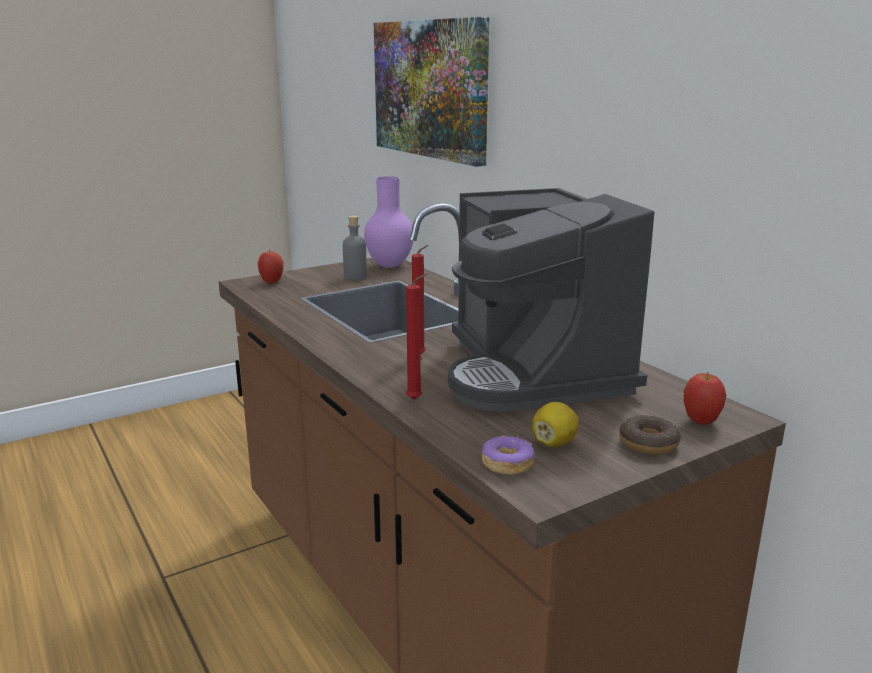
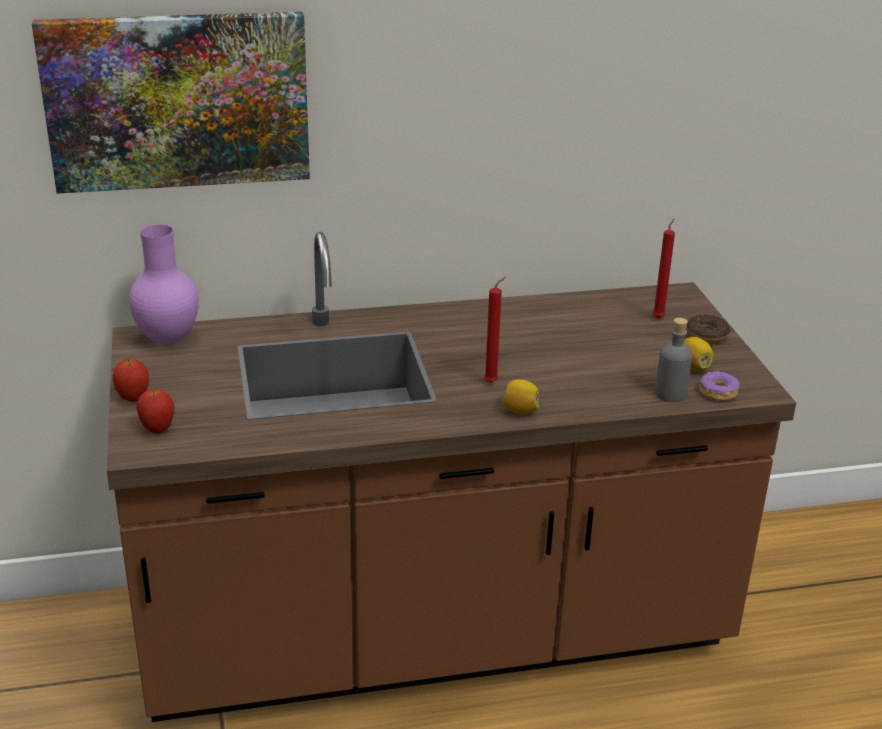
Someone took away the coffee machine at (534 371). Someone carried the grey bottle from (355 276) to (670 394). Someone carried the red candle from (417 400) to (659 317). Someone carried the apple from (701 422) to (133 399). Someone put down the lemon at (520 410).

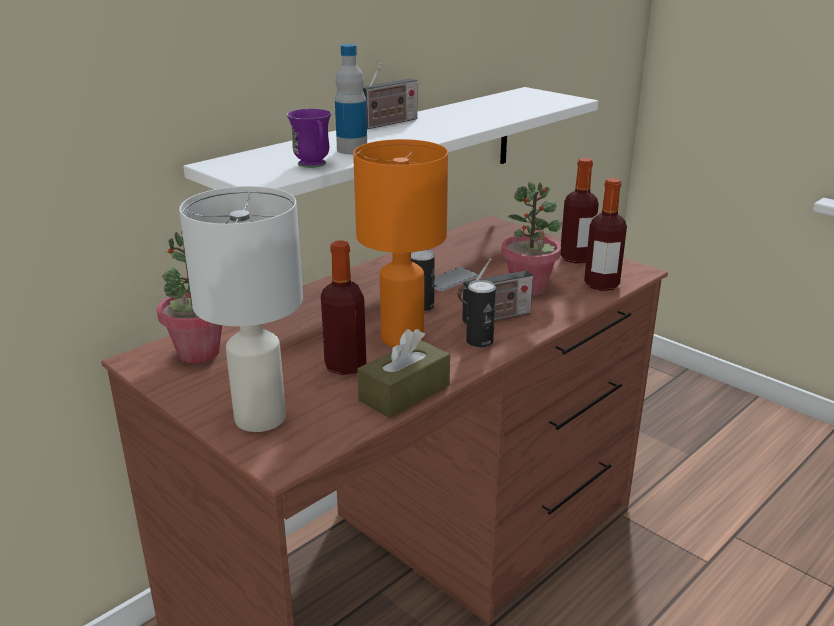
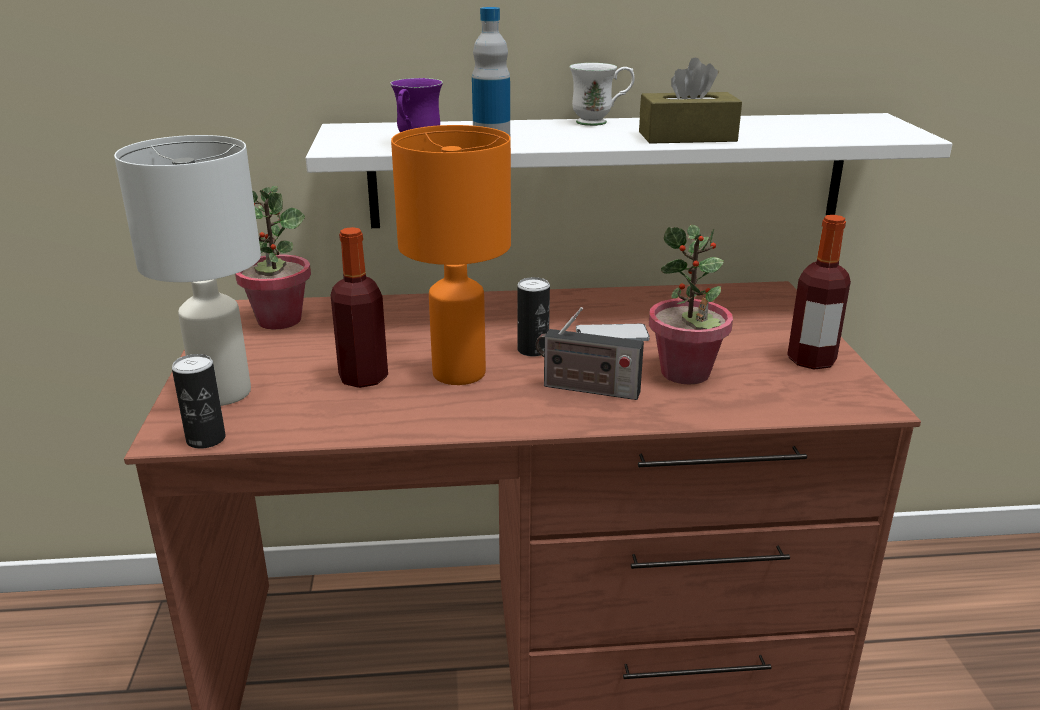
Someone swapped the radio at (387 123) for the white mug at (600 122). Someone took away the bottle at (601 285). Someone carried the can from (479 341) to (206 439). Someone carried the brown tissue box from (404 393) to (687 137).

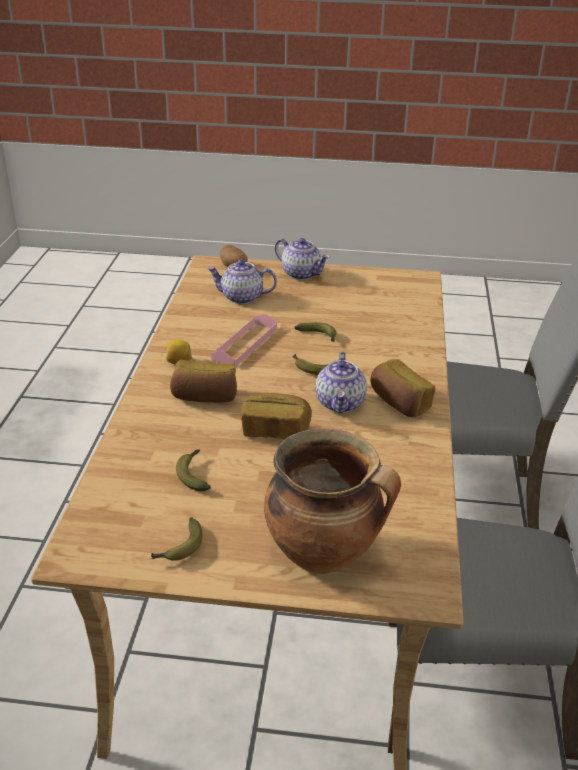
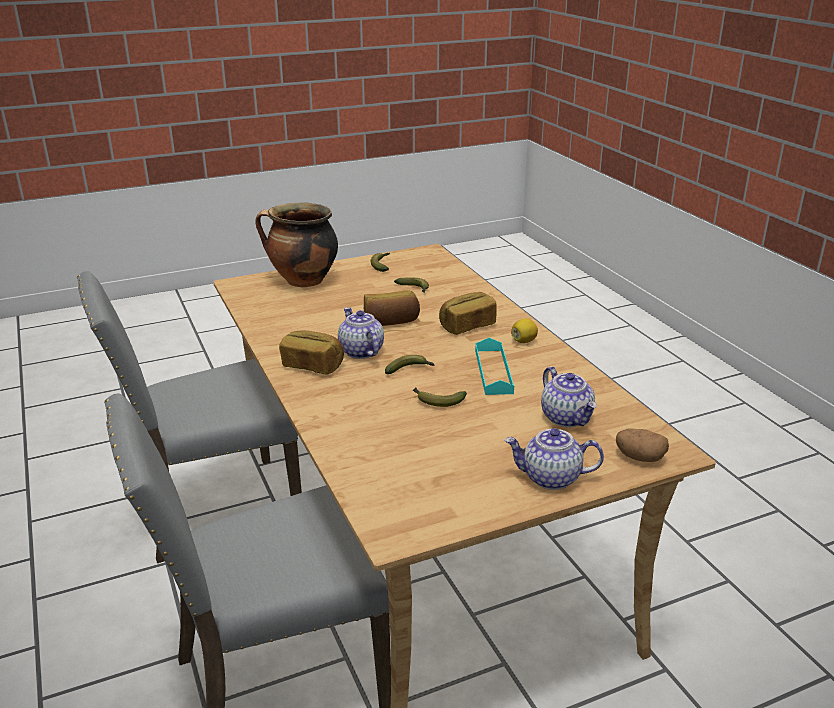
Someone rotated the teapot at (241 298) by 90 degrees clockwise. Someone repainted the pink tray at (245 344), which became the turquoise tray at (493 371).

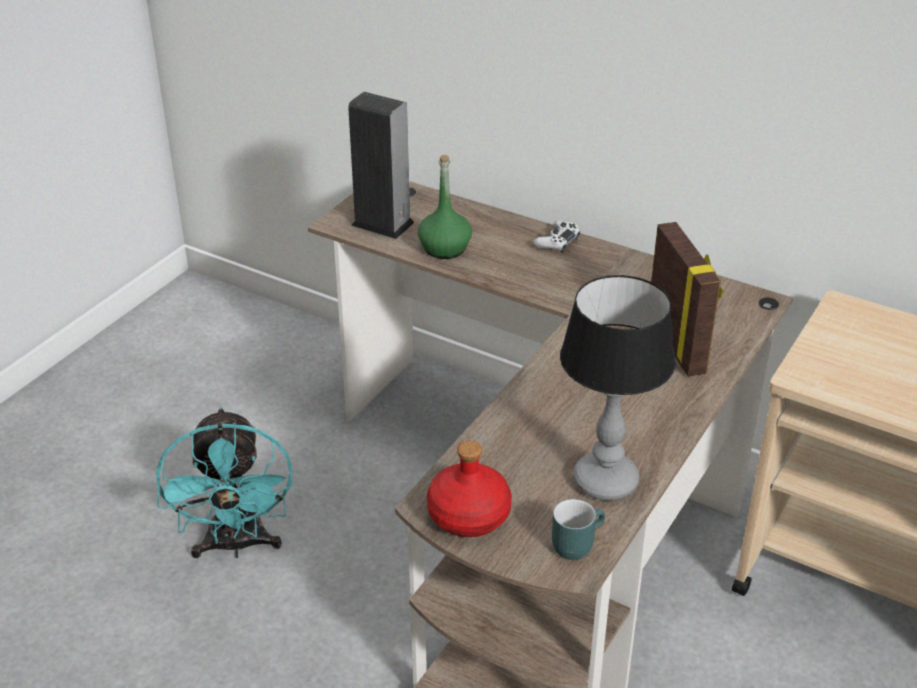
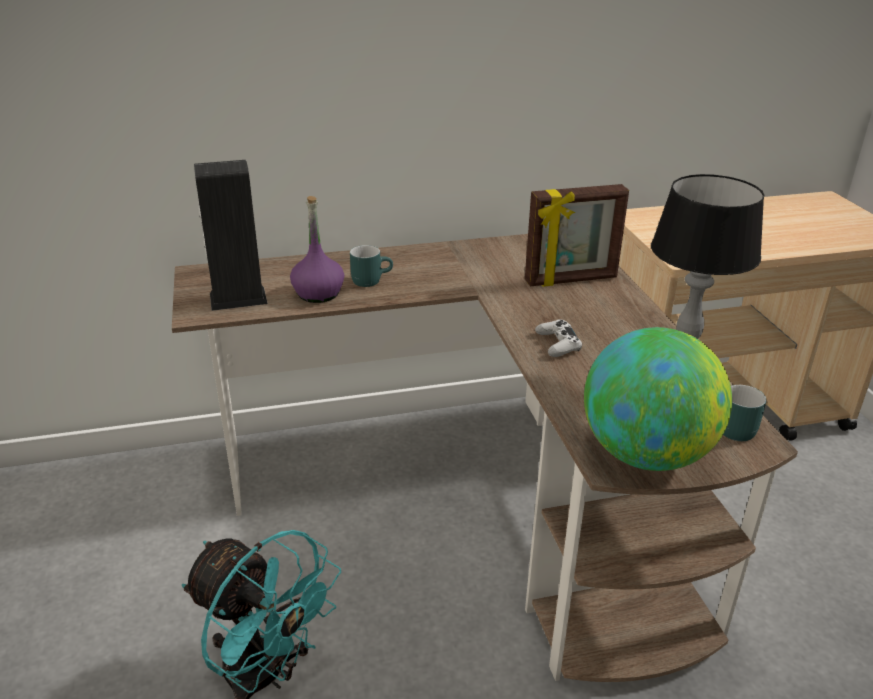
Someone repainted the green bottle at (445 248), which became the purple bottle at (318 293). Someone carried the white game controller from (557 242) to (558 344). Someone rotated the picture frame at (677 344) by 135 degrees clockwise. Someone swapped the red bottle at (469 514) for the globe at (646 454). Someone put down the turquoise mug at (370 280).

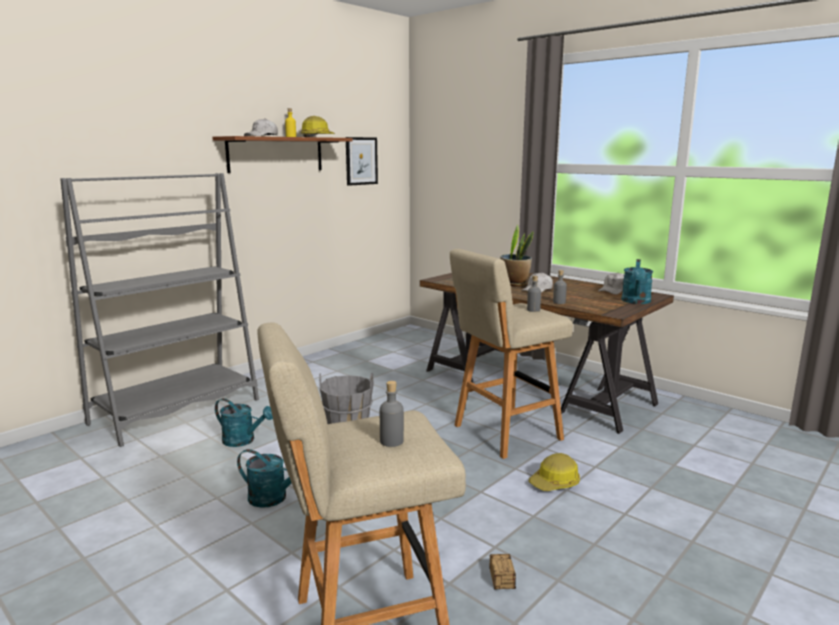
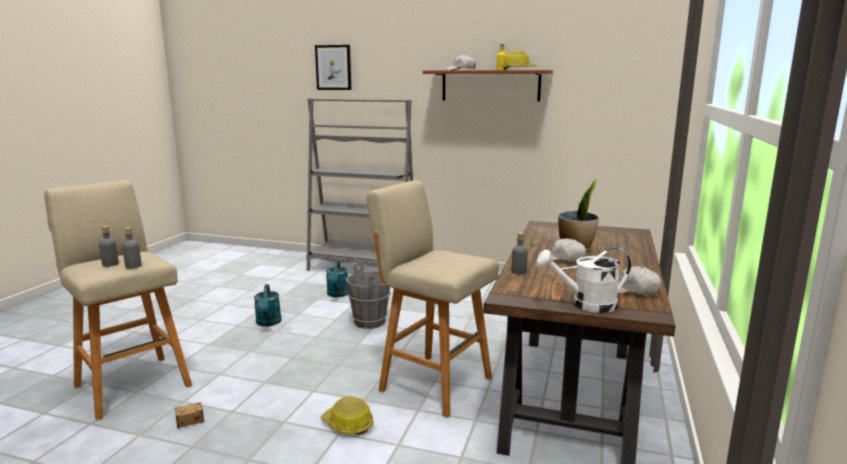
Someone carried the picture from (361 161) to (333 67). Someone repainted the turquoise watering can at (636 302), which became the white watering can at (586 305). Someone carried the grey bottle from (533 310) to (133 266).

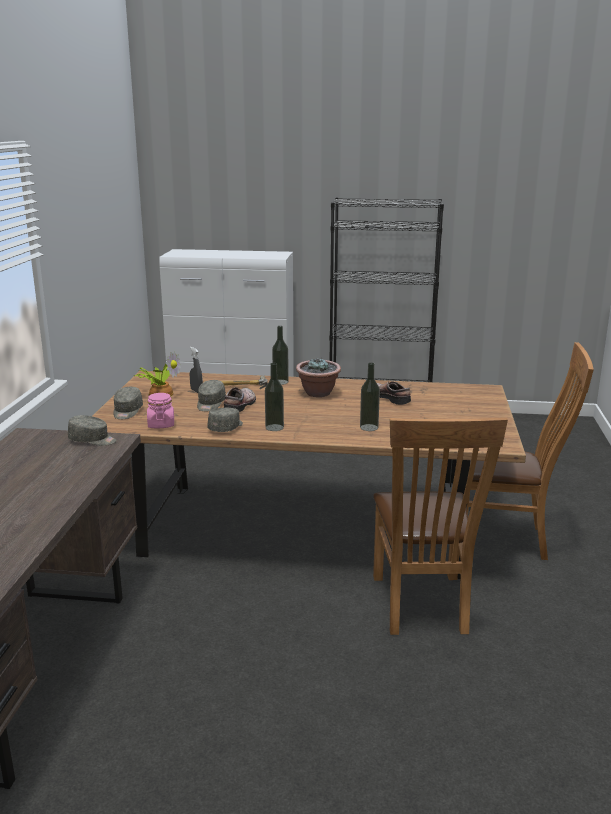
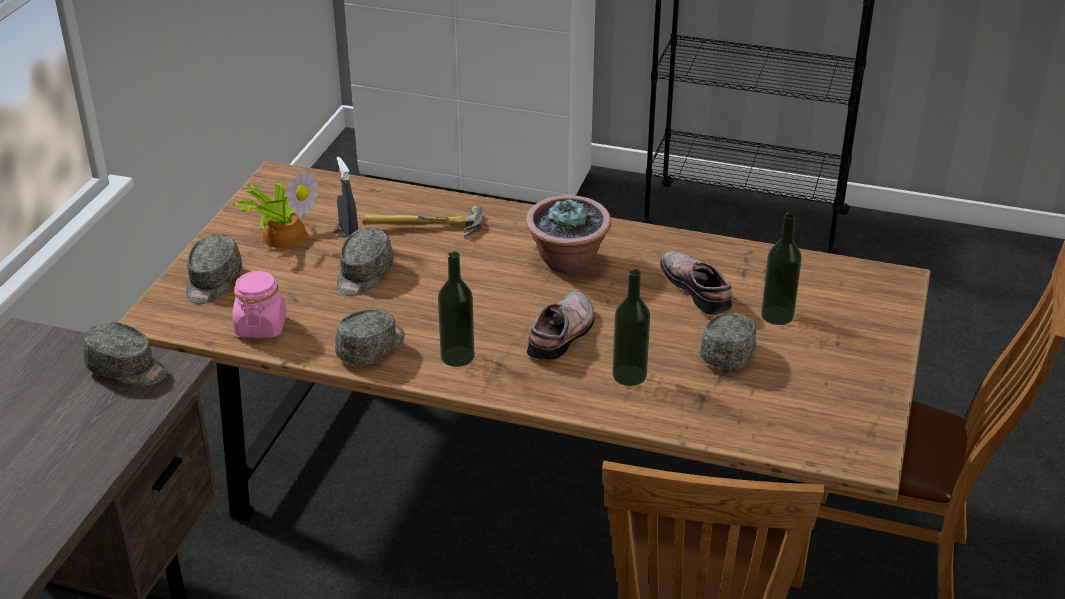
Someone carried the bottle from (280 382) to (777 315). Someone carried the shoe from (241 405) to (563 334). Someone put down the grey cap at (730 351).

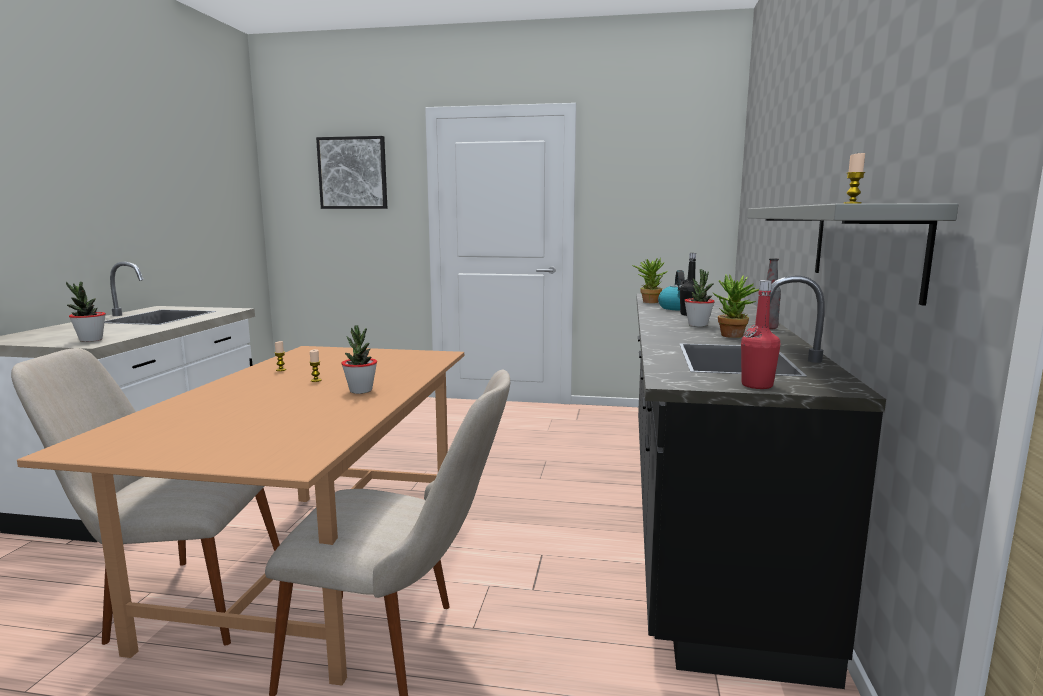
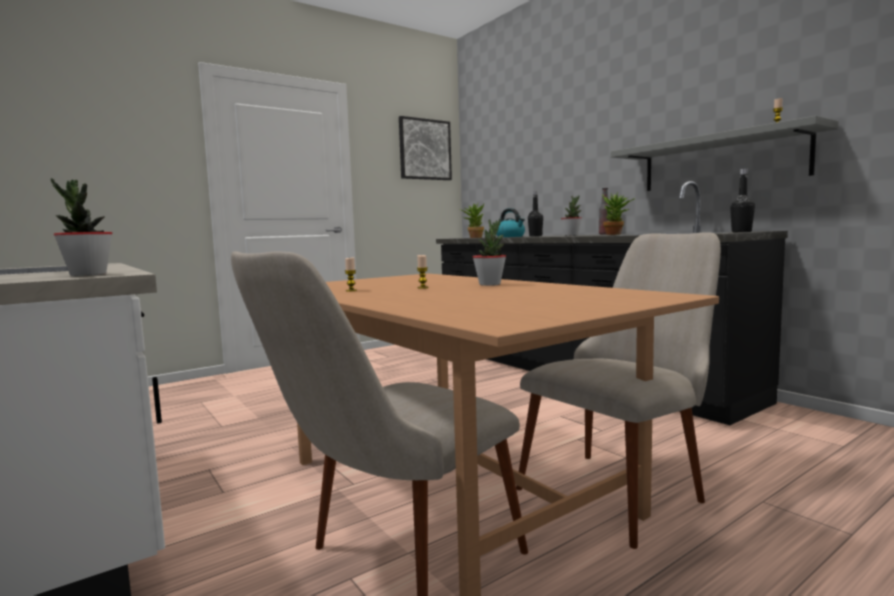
Someone carried the picture from (353 173) to (425 149). Someone repainted the red bottle at (757 385), which became the black bottle at (741 232).

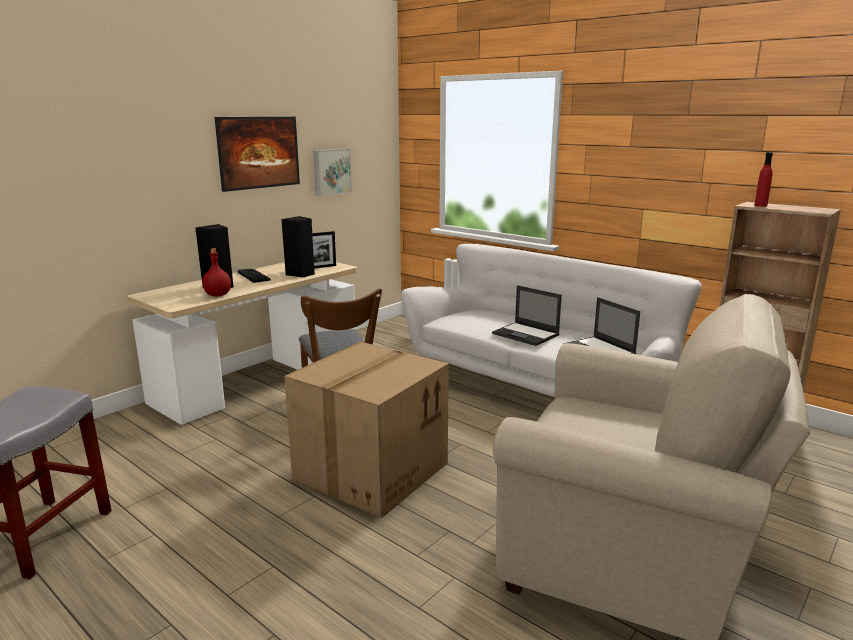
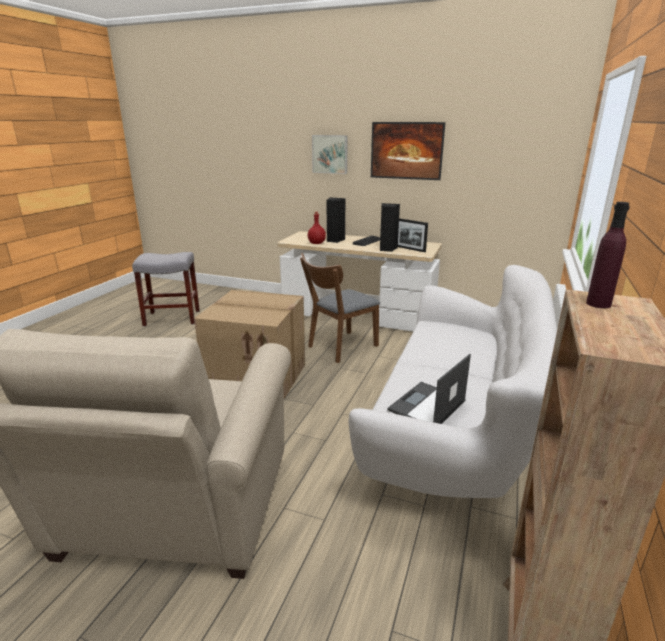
Someone carried the picture from (331 171) to (330 154). Someone repainted the red bottle at (760 205), which became the purple bottle at (598 304). Someone took away the laptop at (526 334).

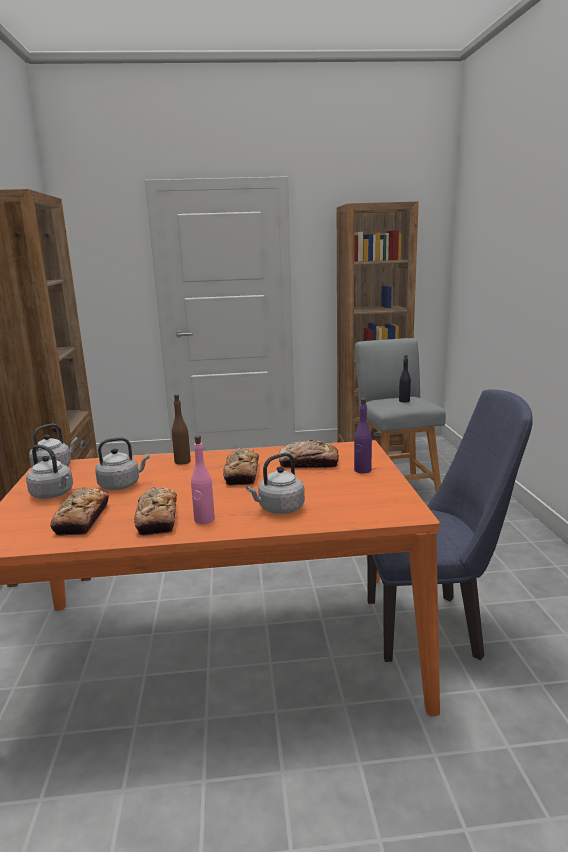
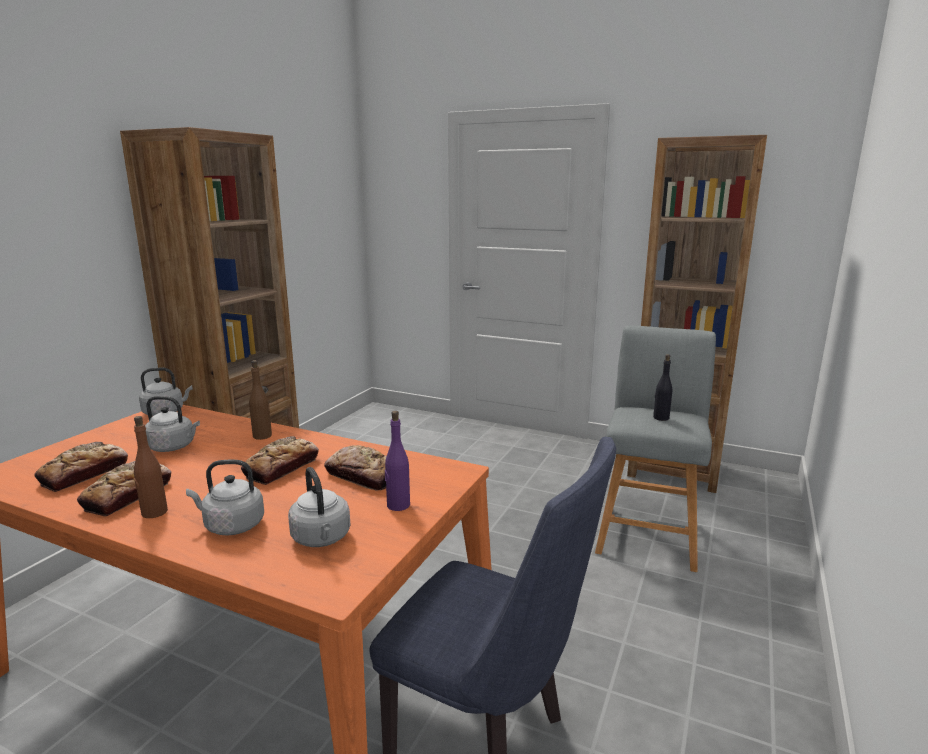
Someone repainted the pink bottle at (204 519), which became the brown bottle at (154 512). Someone carried the grey kettle from (53 494) to (322 539).

